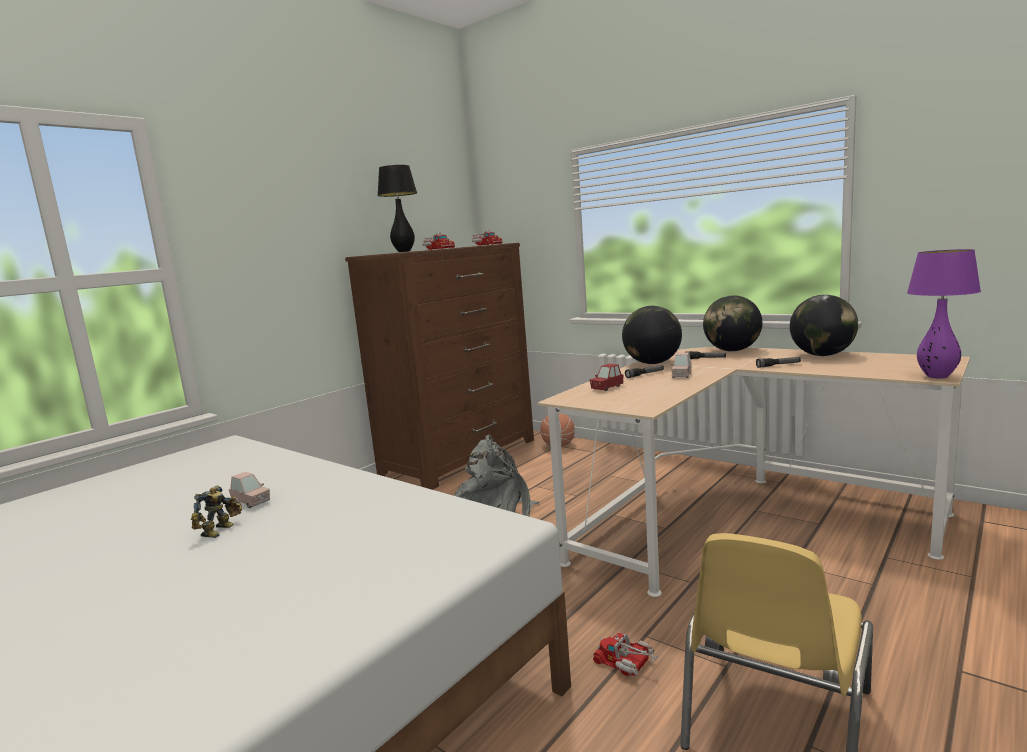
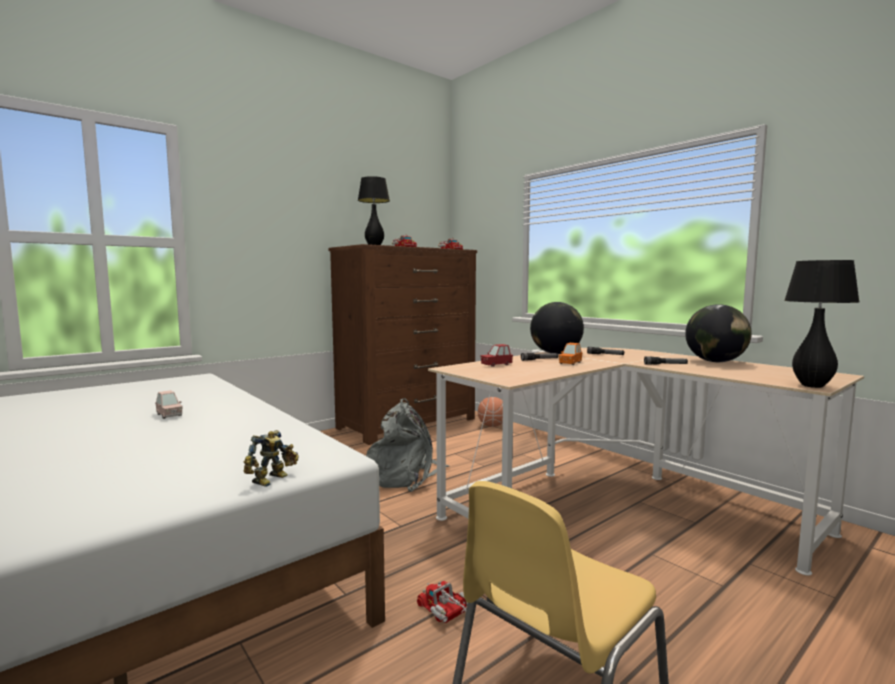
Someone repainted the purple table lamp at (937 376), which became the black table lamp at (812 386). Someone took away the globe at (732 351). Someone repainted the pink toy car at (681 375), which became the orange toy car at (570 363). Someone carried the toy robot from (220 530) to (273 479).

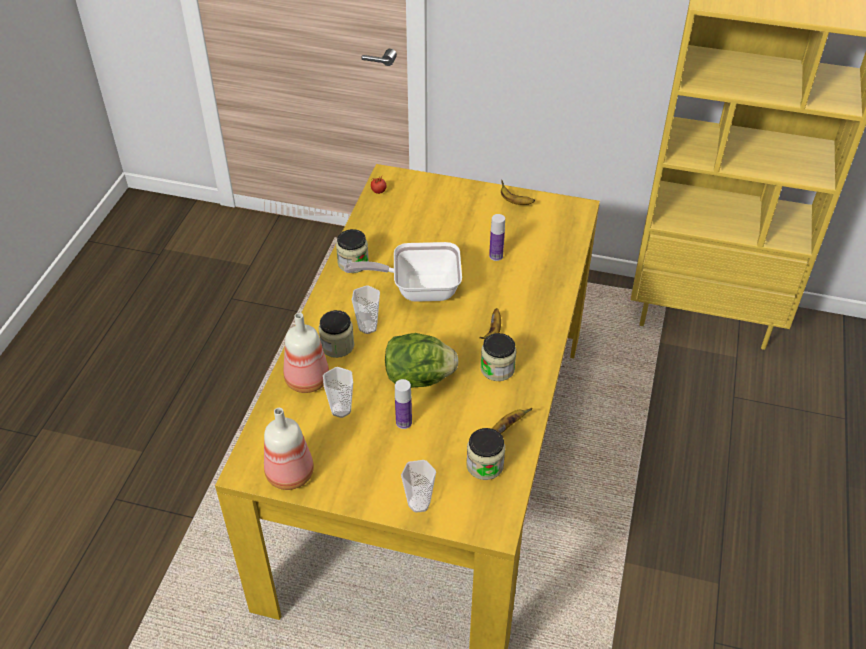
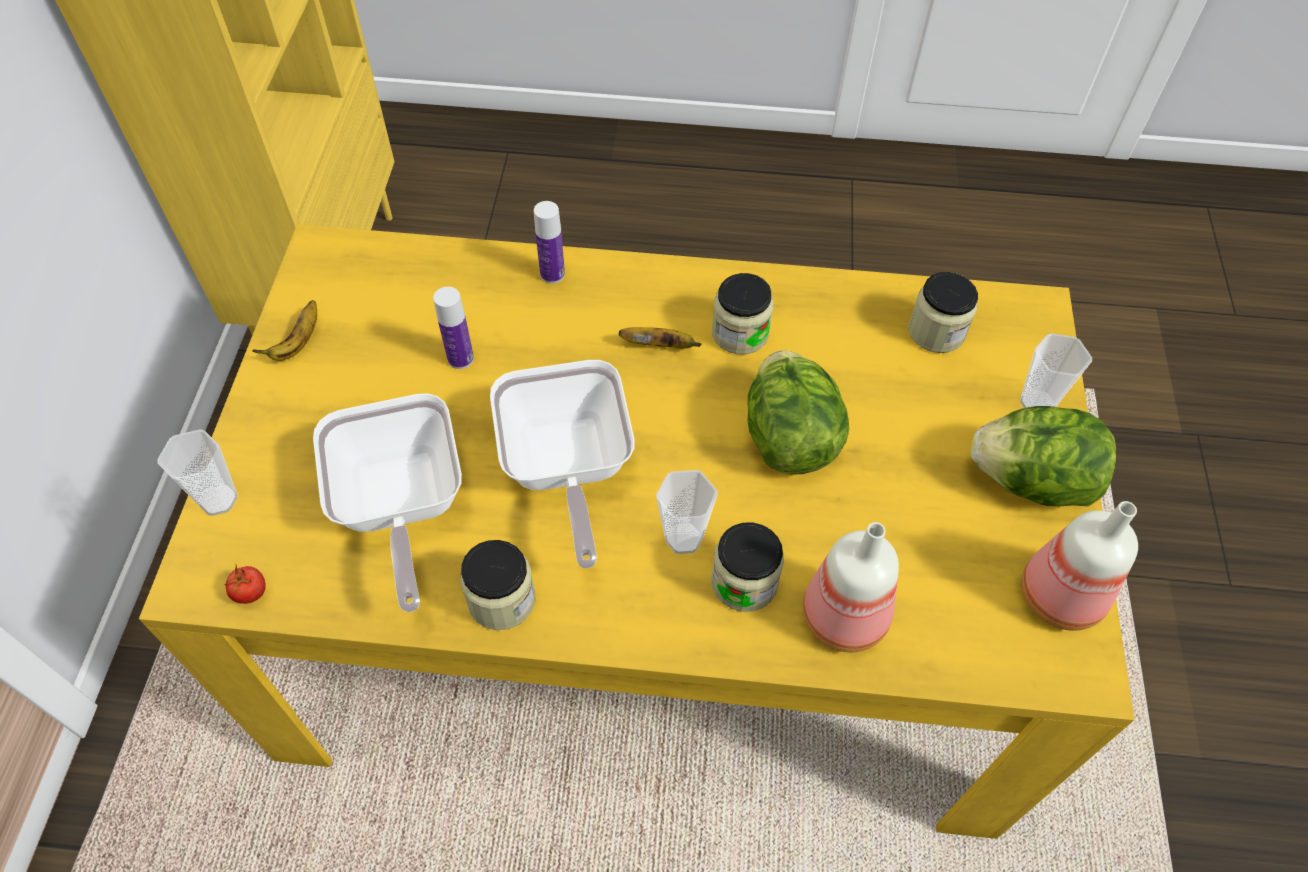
Someone carried the cup from (341 410) to (218 500). Someone carried the bottle from (404 422) to (552 274). Someone took away the banana at (506 427). Someone put down the frying pan at (400 507). Someone put down the lettuce at (1031 481).

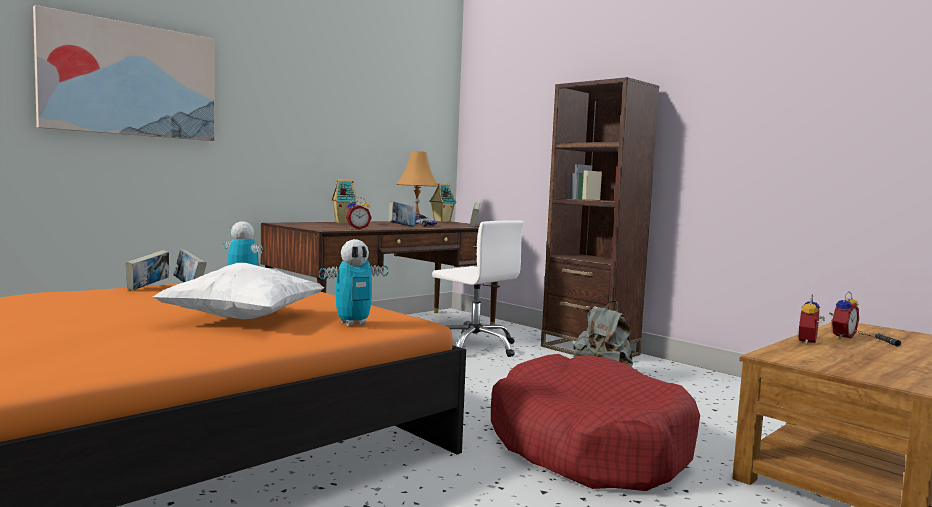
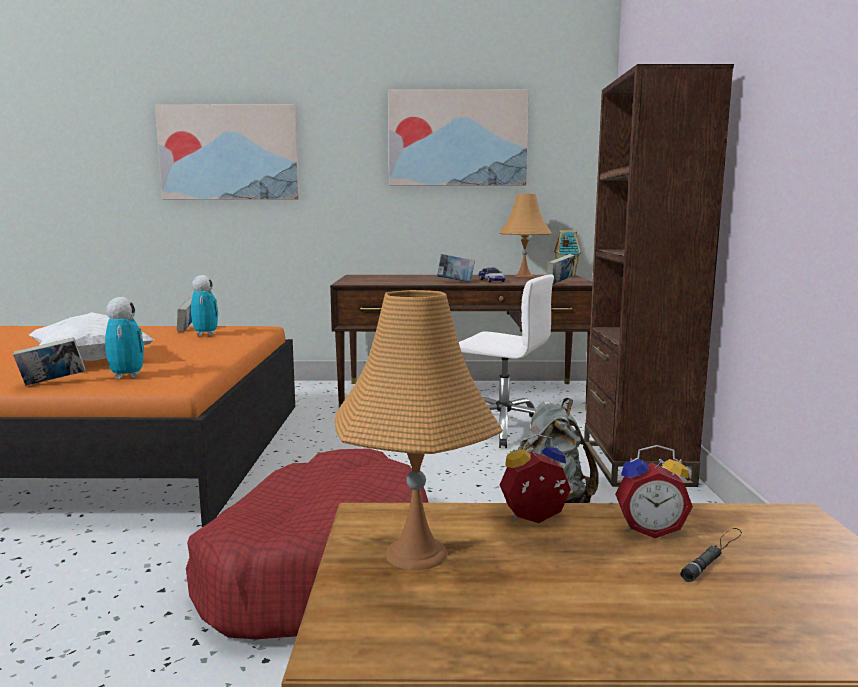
Someone took away the toy house at (343 223). Someone took away the alarm clock at (357 229). Someone rotated the white office chair at (475 347) by 60 degrees counterclockwise. Someone rotated the toy robot at (353 323) by 120 degrees counterclockwise. Someone carried the book from (148 287) to (52 383). Someone put up the picture at (457 138). Someone put down the orange table lamp at (417 553).

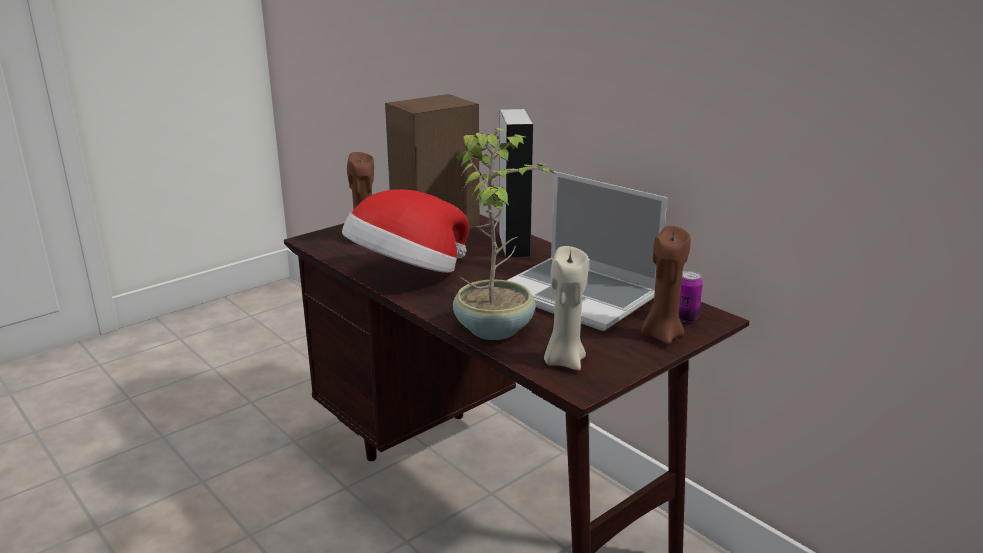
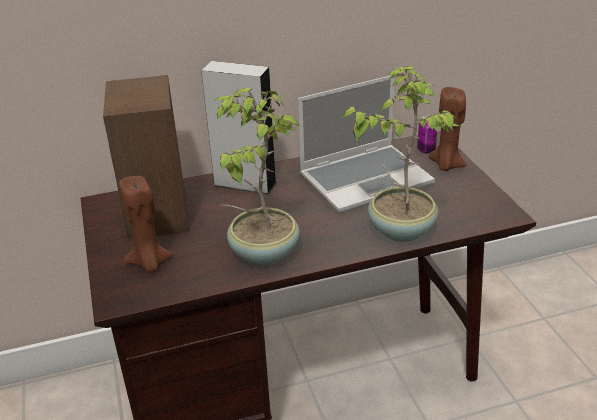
Someone swapped the hat at (407 274) for the potted plant at (262 252). Someone took away the beige candle at (564 361).

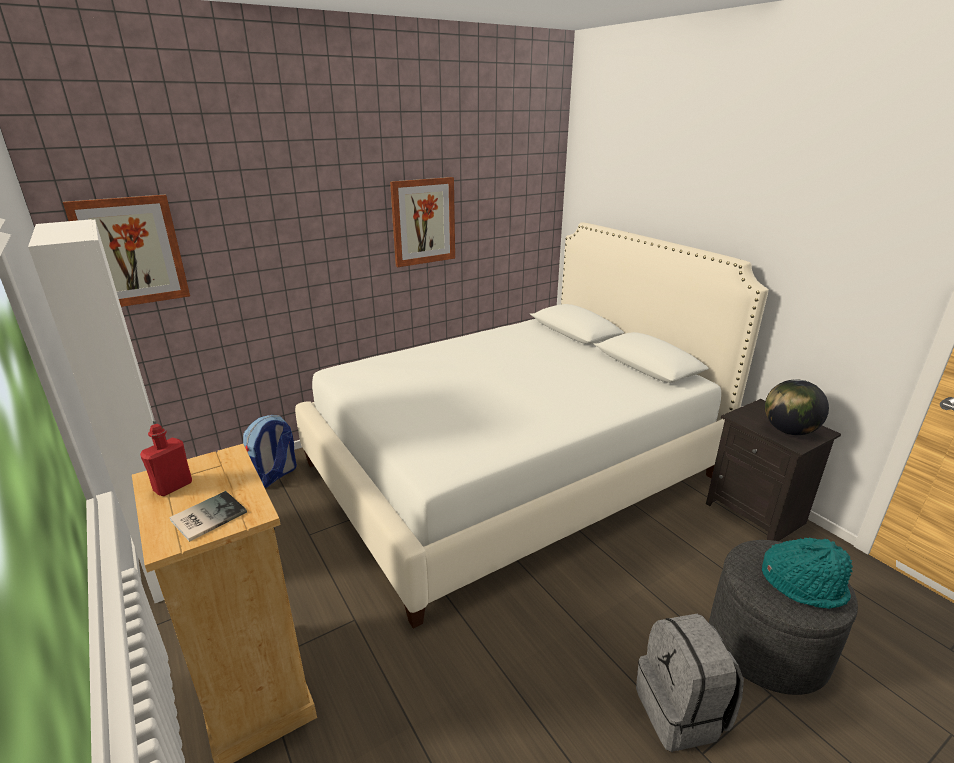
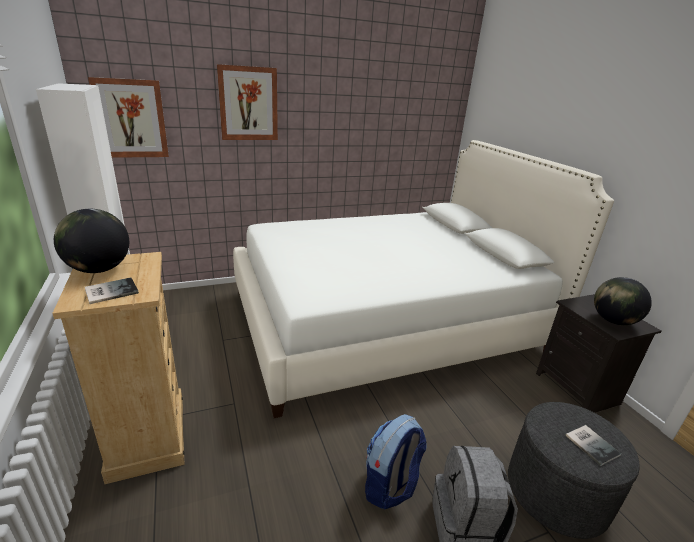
Someone carried the picture from (423 221) to (248 104). Someone carried the backpack from (274 476) to (390 486). Someone swapped the red bottle at (173 486) for the globe at (99 269). Someone swapped the turquoise hat at (803 584) for the book at (591 444).

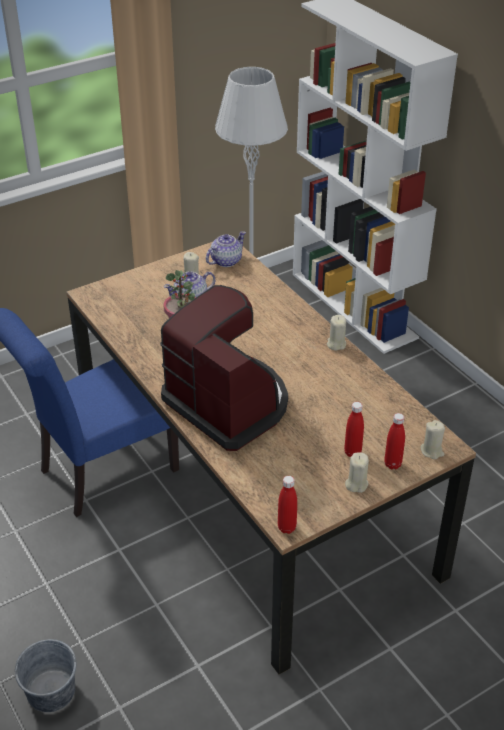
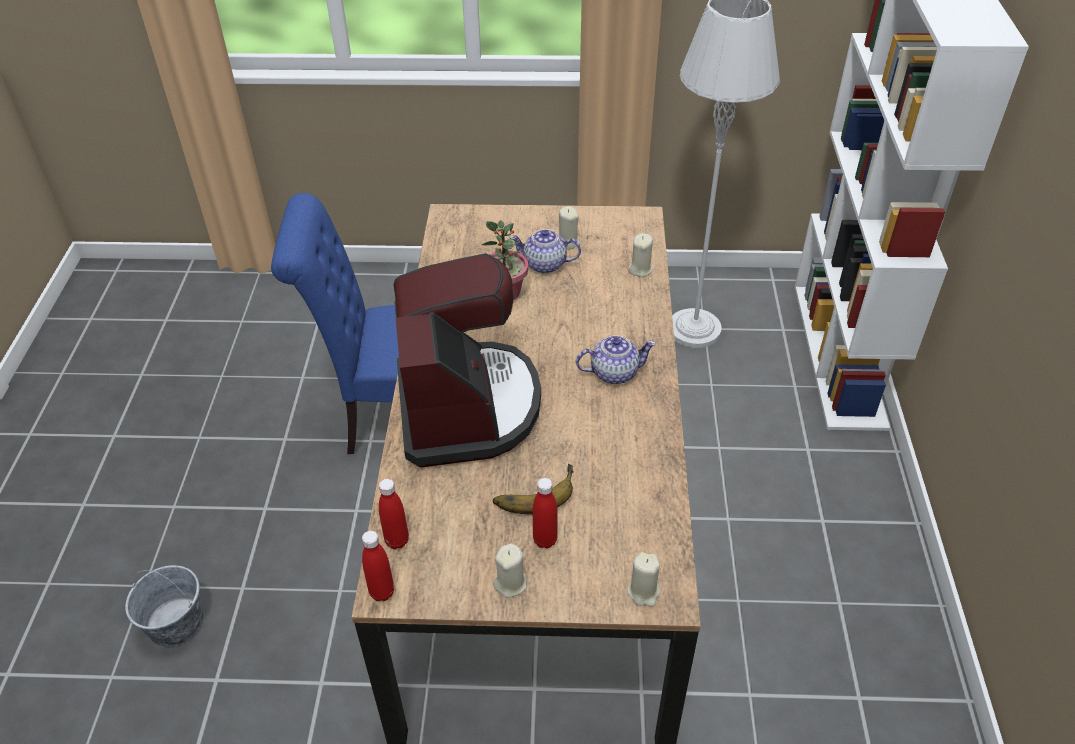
Someone carried the teapot from (225 261) to (613 372). Someone carried the beige candle from (336 344) to (640 269). Someone carried the red bottle from (392 464) to (397 541). Someone put down the banana at (534 491).

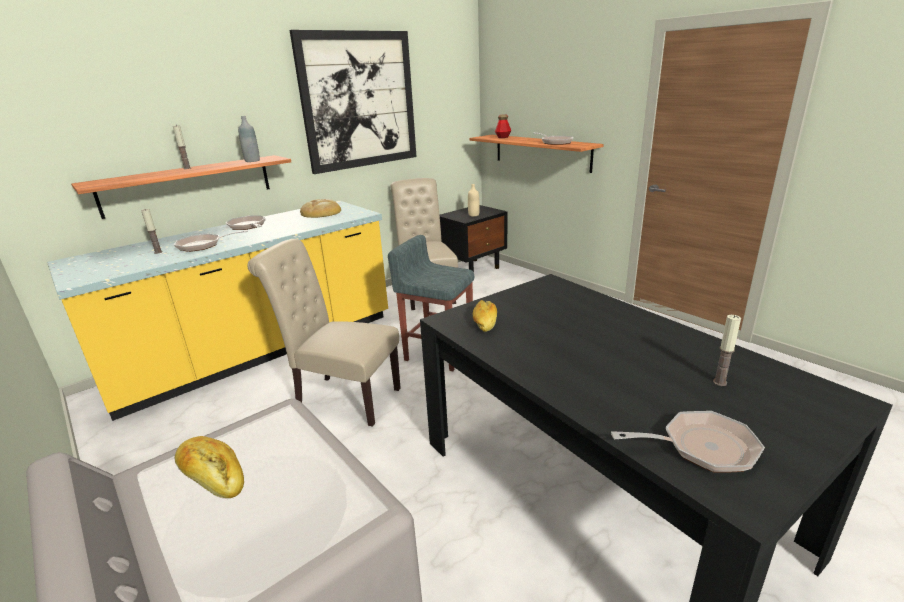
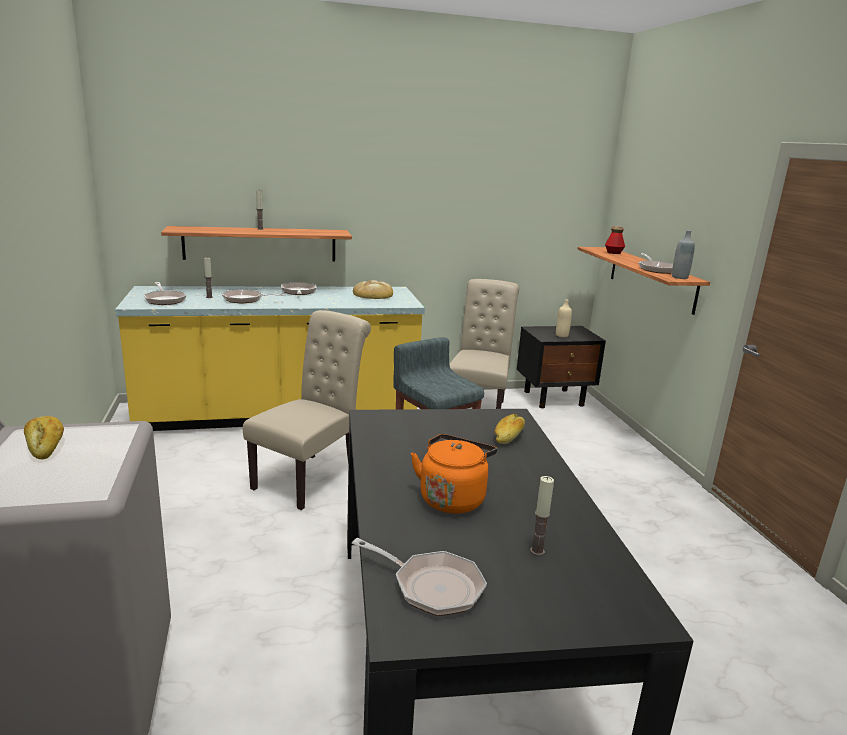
Someone took away the picture at (359 101). Someone carried the grey bottle from (252 161) to (679 277). Someone rotated the beige chair at (342 398) by 75 degrees clockwise. Someone carried the bread from (484 322) to (509 437). Someone put down the frying pan at (164 300). Someone put down the orange kettle at (453 498).

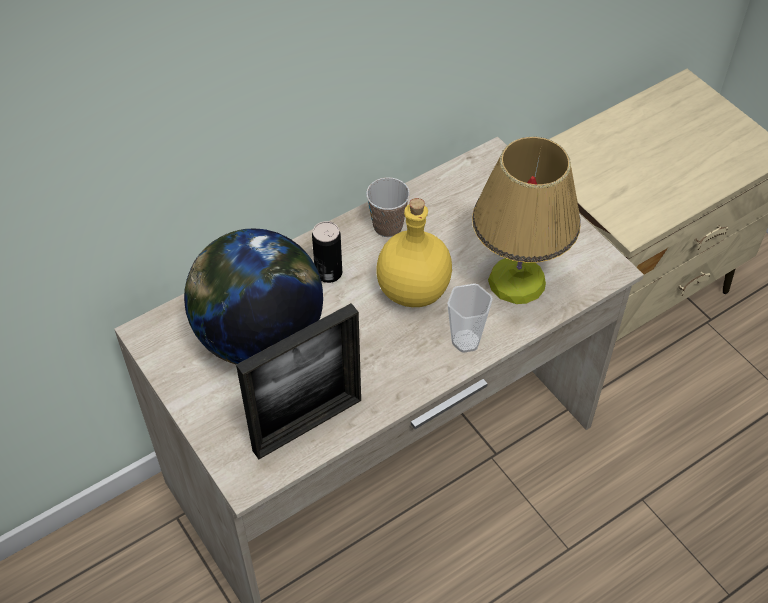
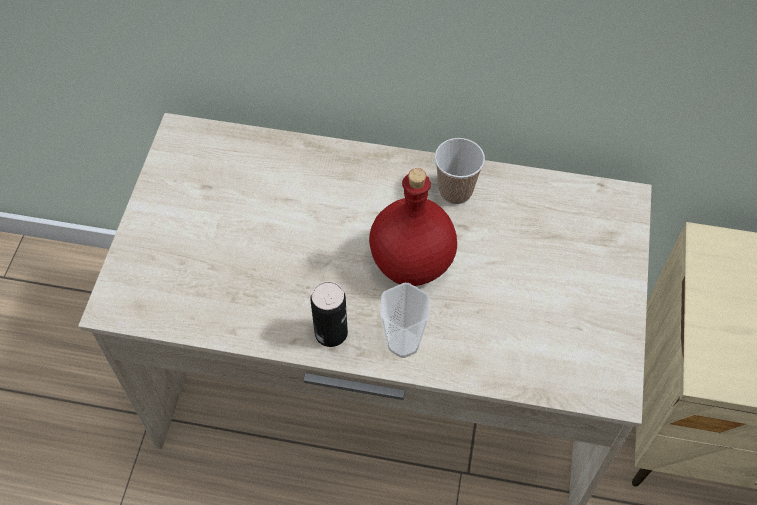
Someone took away the table lamp at (516 281). Someone repainted the yellow bottle at (414 291), which became the red bottle at (412 264). Someone carried the can from (328 273) to (331 333). Someone took away the globe at (260 338). Someone took away the picture frame at (307 425).

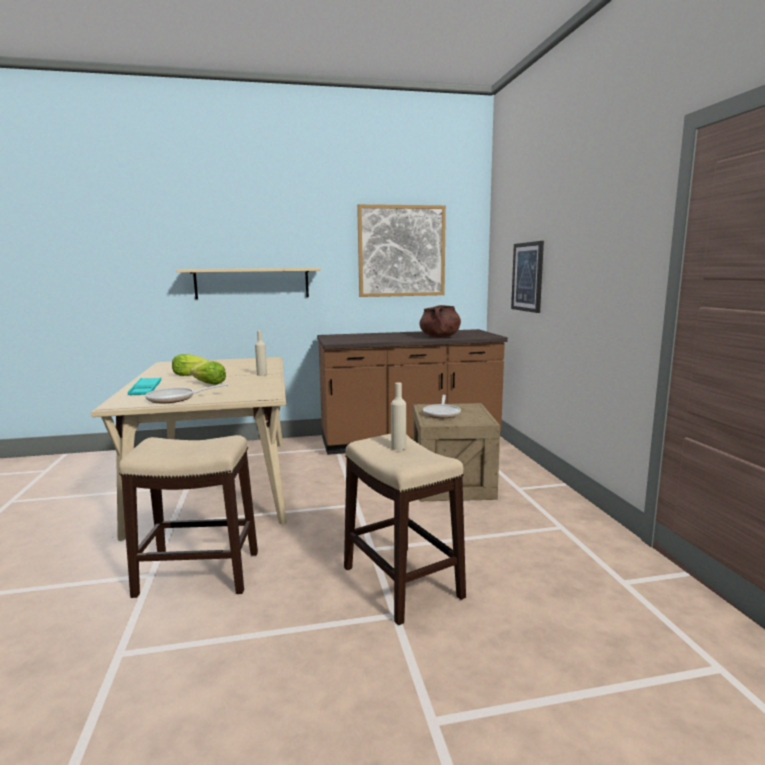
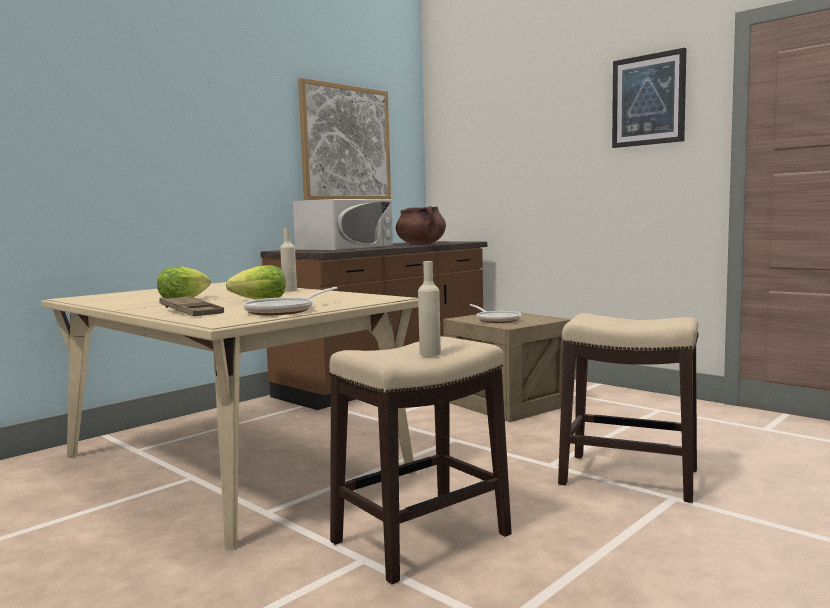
Someone carried the picture from (527 277) to (648 100). Someone took away the beige shelf at (252 283). Someone repainted the turquoise tray at (145 390), which became the brown tray at (191 312). Someone carried the beige bottle from (398 447) to (430 354). Someone put down the white microwave at (345 247).

